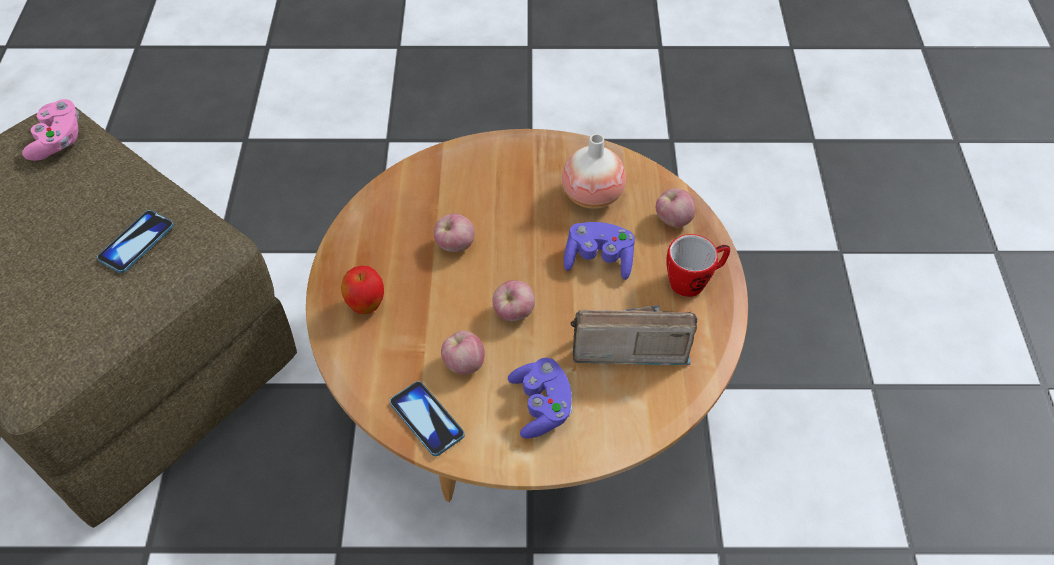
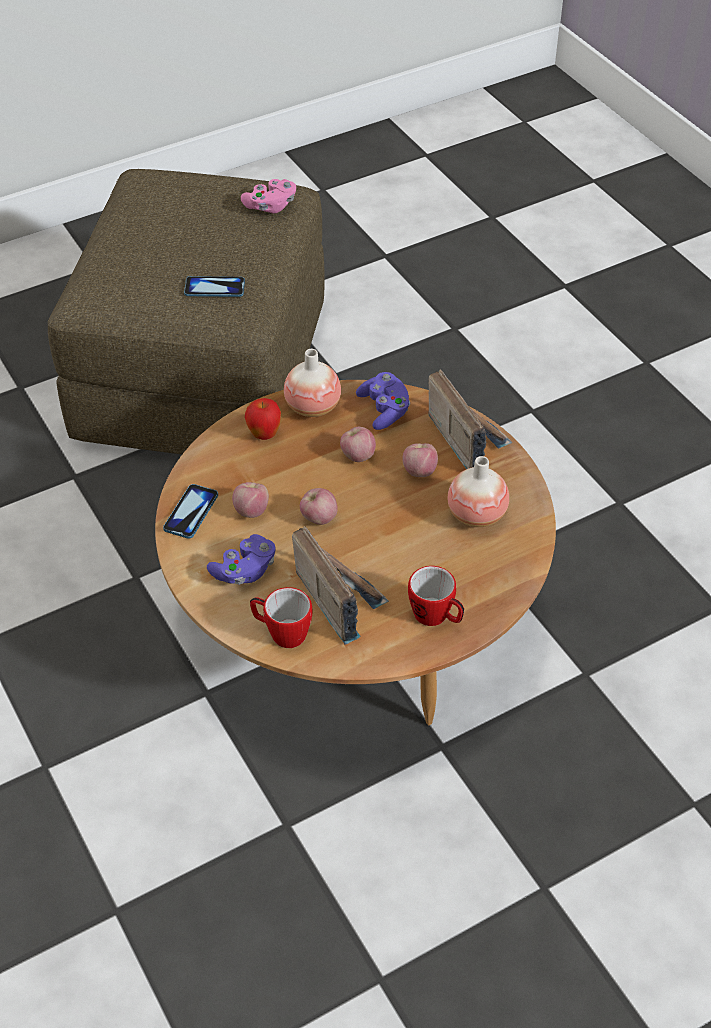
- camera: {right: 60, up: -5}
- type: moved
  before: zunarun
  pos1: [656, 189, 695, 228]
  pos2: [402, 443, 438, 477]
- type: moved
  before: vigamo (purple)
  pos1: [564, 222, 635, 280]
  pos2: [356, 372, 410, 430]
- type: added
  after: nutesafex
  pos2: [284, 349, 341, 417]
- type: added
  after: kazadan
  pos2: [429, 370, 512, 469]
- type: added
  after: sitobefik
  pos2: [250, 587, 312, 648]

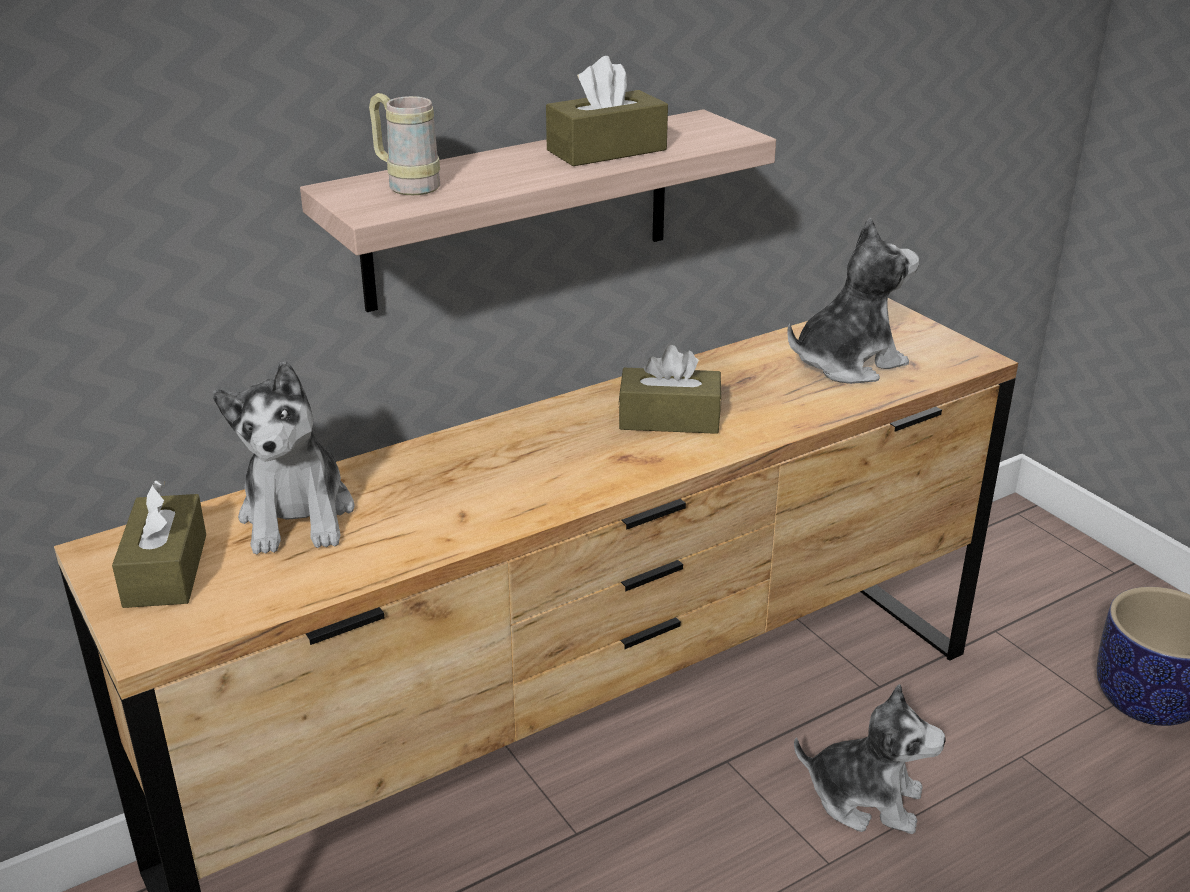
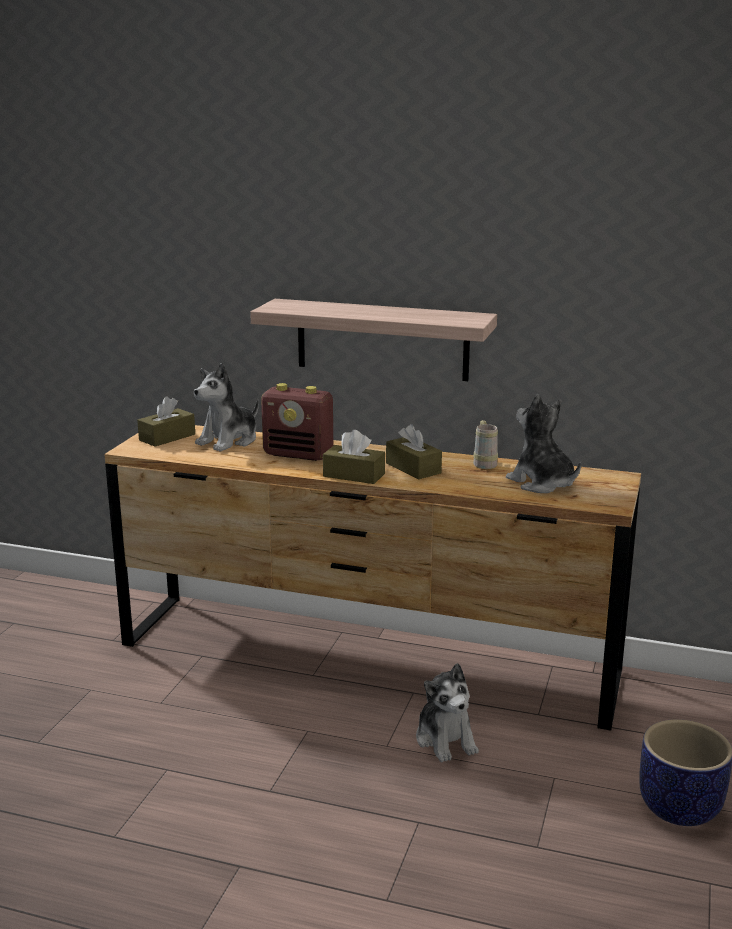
- camera: {right: 50, up: -10}
- type: moved
  before: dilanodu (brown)
  pos1: [546, 56, 668, 166]
  pos2: [323, 430, 385, 484]
- type: moved
  before: sitobefik (beige)
  pos1: [369, 93, 440, 195]
  pos2: [473, 420, 498, 469]
- type: turned
  before: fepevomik
  pos1: [787, 218, 919, 384]
  pos2: [506, 394, 581, 493]
  turn: -150
- type: added
  after: kazadan
  pos2: [261, 383, 333, 461]

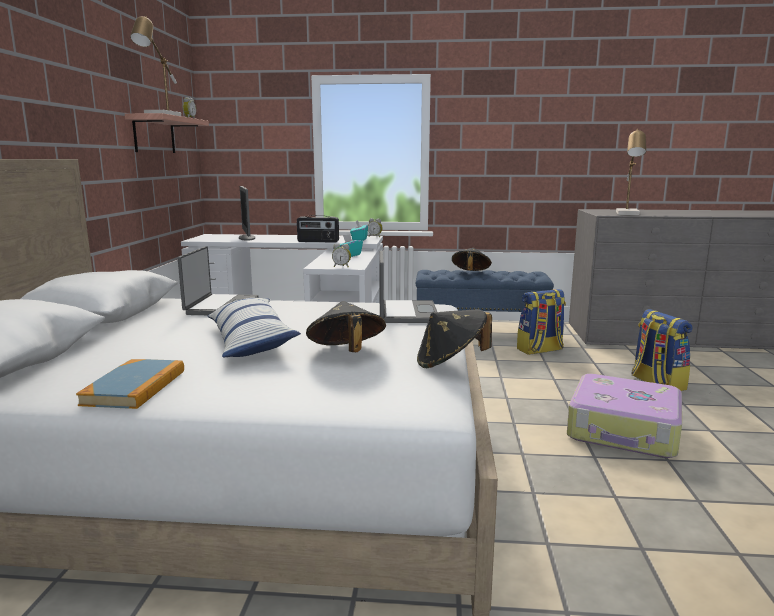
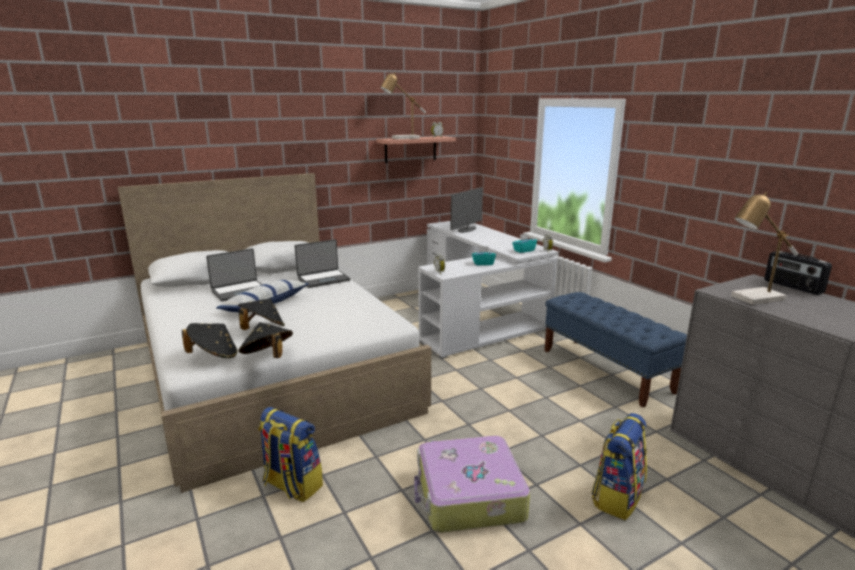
- camera: {right: 55, up: 5}
- type: moved
  before: kazadan
  pos1: [297, 215, 339, 243]
  pos2: [764, 251, 832, 295]
- type: moved
  before: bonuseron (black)
  pos1: [452, 248, 492, 271]
  pos2: [182, 323, 237, 358]
- type: moved
  before: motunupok
  pos1: [379, 250, 437, 323]
  pos2: [206, 248, 262, 302]
- type: moved
  before: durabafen
  pos1: [517, 289, 566, 355]
  pos2: [259, 407, 323, 502]
- type: removed
  before: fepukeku
  pos1: [76, 359, 184, 409]

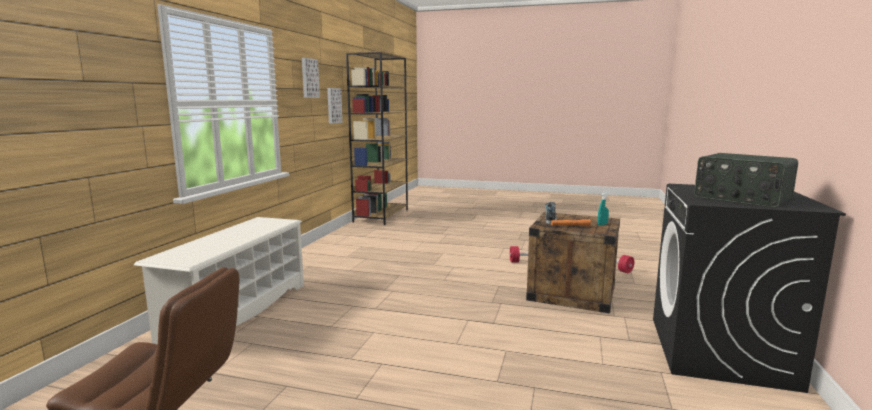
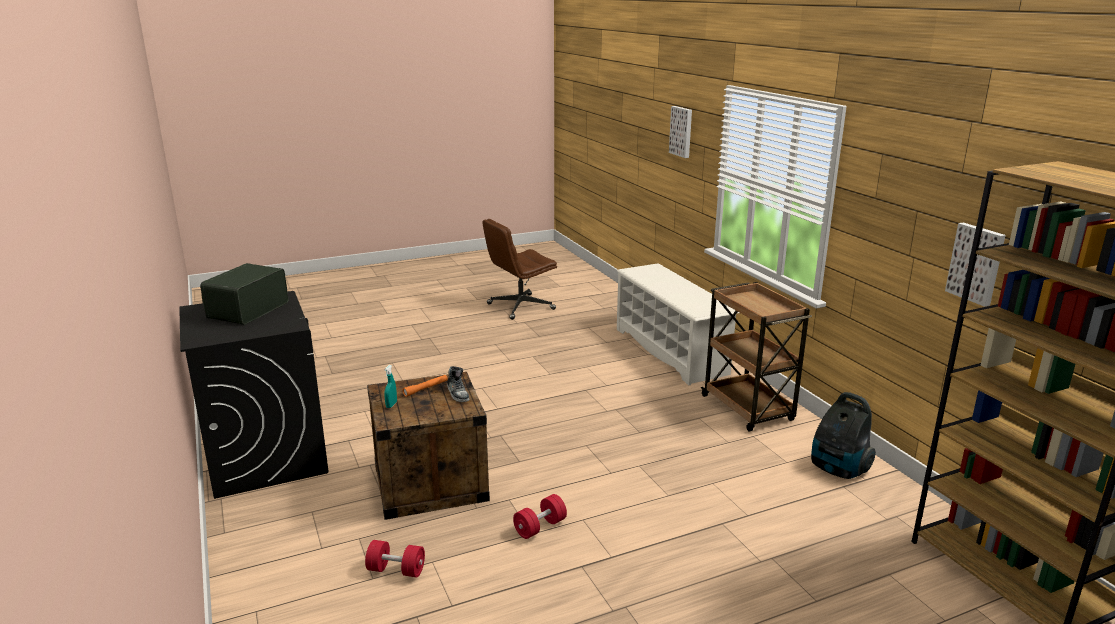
- camera: {right: 140, up: 10}
- type: moved
  before: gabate
  pos1: [302, 58, 320, 98]
  pos2: [669, 106, 692, 158]
- type: turned
  before: kazadan
  pos1: [694, 153, 798, 208]
  pos2: [200, 263, 288, 325]
  turn: -75
- type: added
  after: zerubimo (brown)
  pos2: [701, 282, 812, 432]
- type: added
  after: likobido
  pos2: [811, 392, 876, 479]

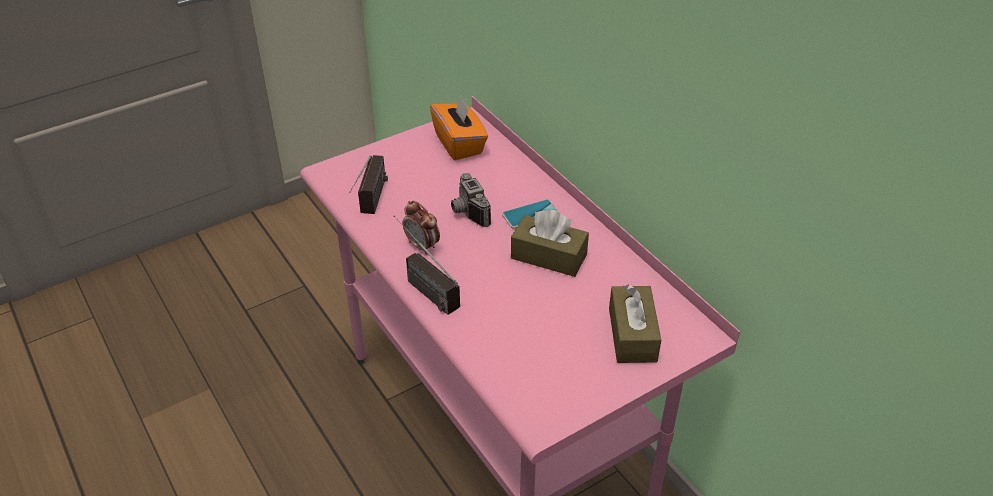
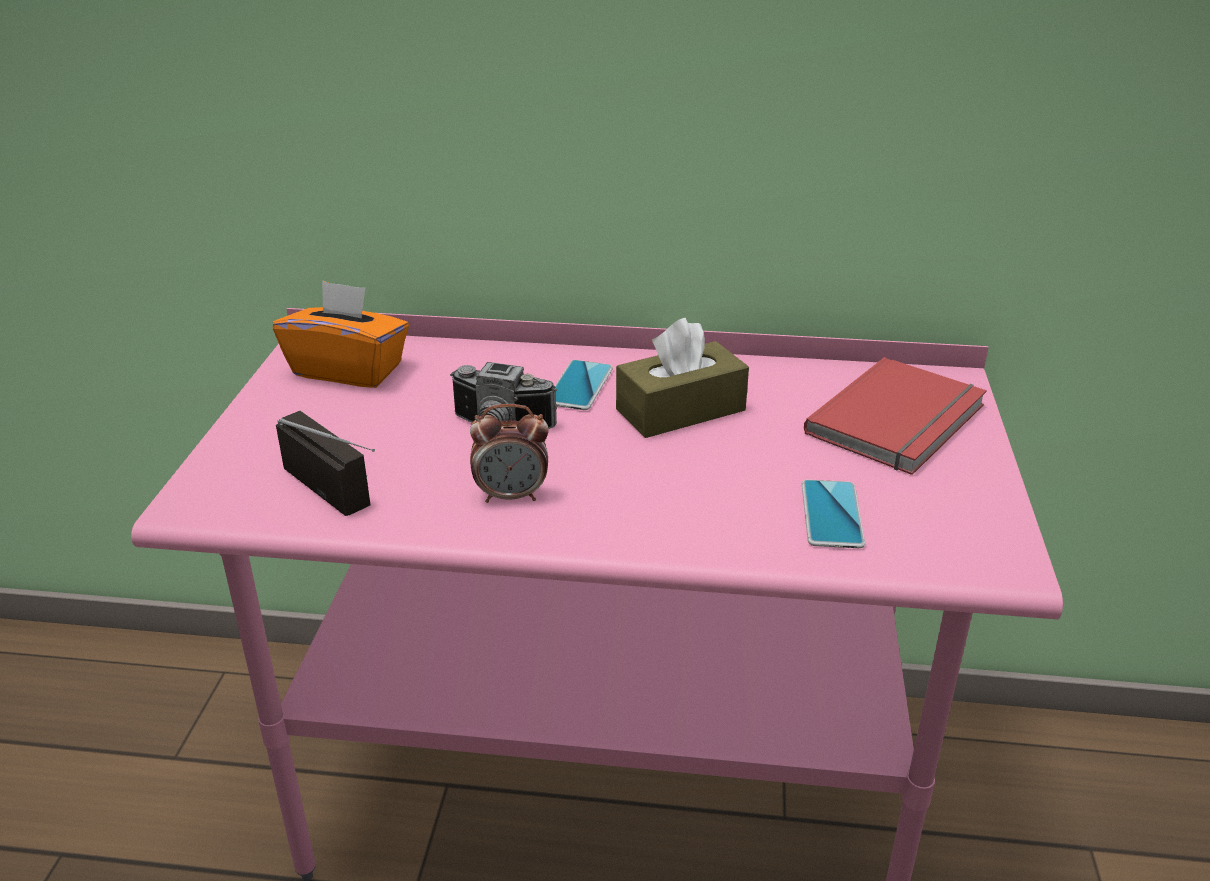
- camera: {right: -50, up: -10}
- type: removed
  before: kazadan
  pos1: [393, 215, 460, 315]
- type: replaced
  before: dilanodu (brown)
  after: fepukeku (red)
  pos1: [609, 285, 661, 363]
  pos2: [804, 357, 987, 475]
- type: added
  after: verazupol
  pos2: [802, 480, 865, 548]

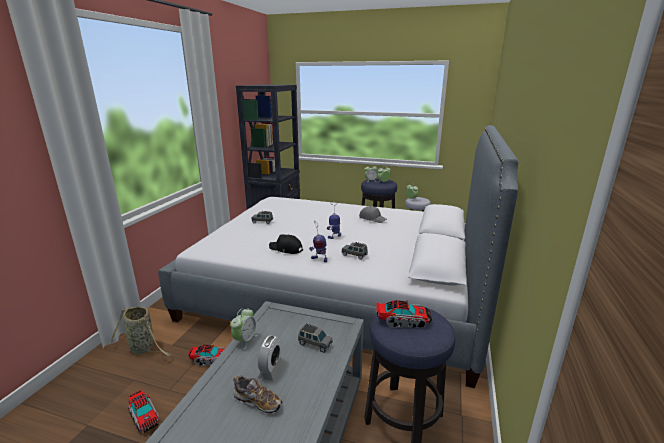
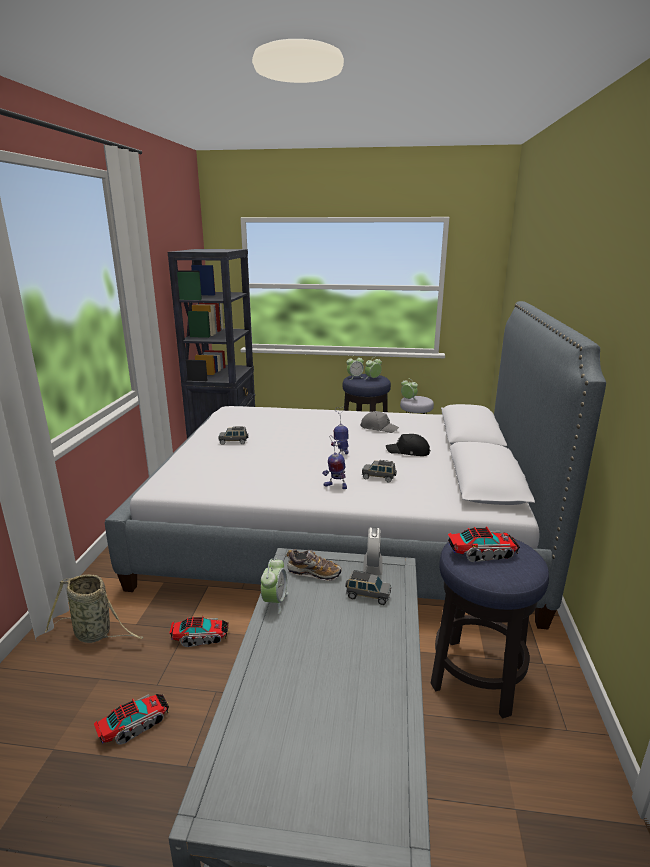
- camera: {right: -10, up: 0}
- type: moved
  before: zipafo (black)
  pos1: [269, 234, 303, 254]
  pos2: [386, 434, 430, 456]
- type: moved
  before: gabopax
  pos1: [258, 336, 284, 381]
  pos2: [363, 527, 383, 575]
- type: moved
  before: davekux
  pos1: [233, 375, 282, 414]
  pos2: [287, 549, 342, 581]
- type: turned
  before: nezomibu
  pos1: [128, 390, 159, 433]
  pos2: [94, 694, 169, 745]
  turn: -75

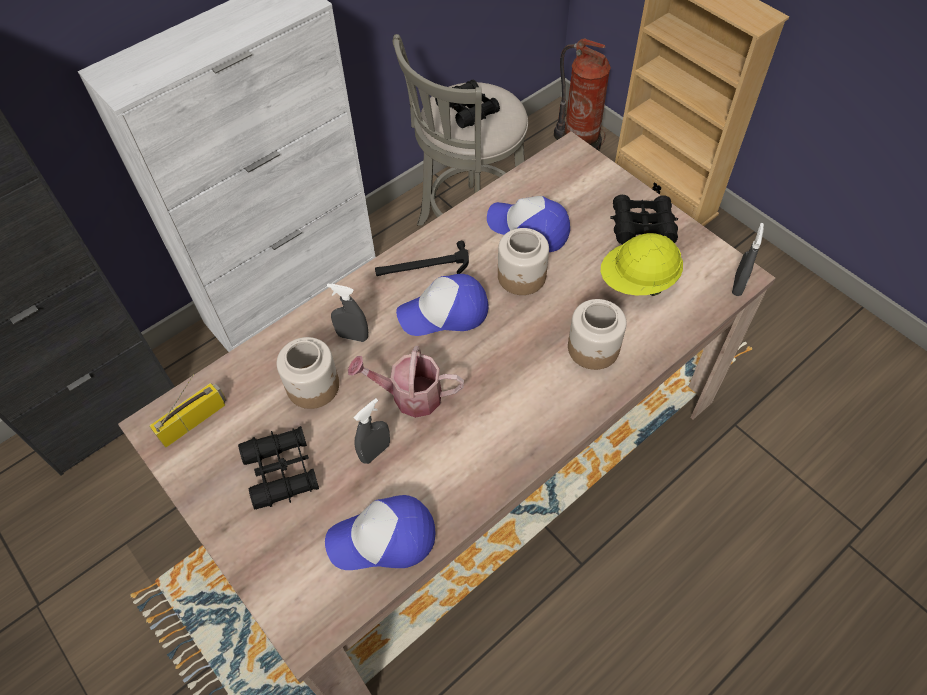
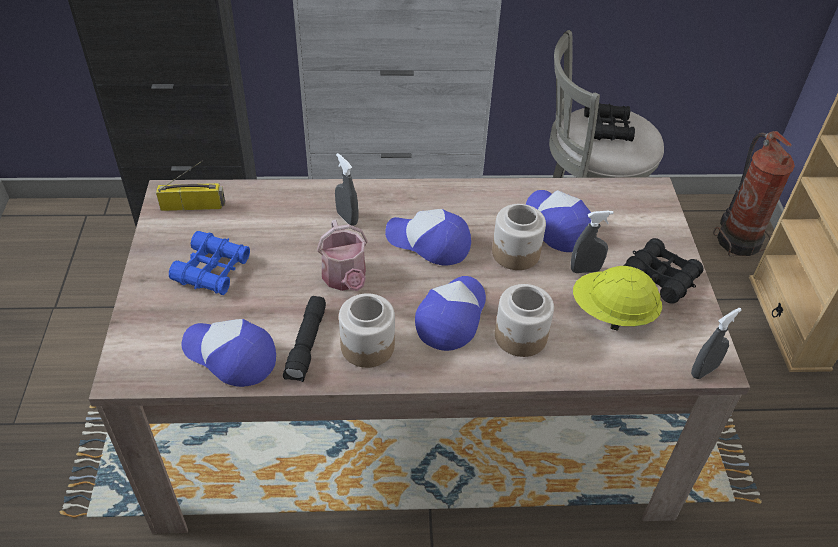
- camera: {right: 35, up: -10}
- type: removed
  before: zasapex
  pos1: [375, 241, 469, 276]
- type: moved
  before: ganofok
  pos1: [277, 337, 339, 409]
  pos2: [339, 293, 395, 368]
- type: turned
  before: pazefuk
  pos1: [348, 346, 464, 418]
  pos2: [317, 219, 367, 291]
  turn: -150
- type: moved
  before: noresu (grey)
  pos1: [354, 398, 390, 464]
  pos2: [571, 210, 614, 273]
- type: recoloured
  before: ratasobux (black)
  after: ratasobux (blue)
  pos1: [238, 426, 319, 509]
  pos2: [169, 231, 250, 295]
- type: added
  after: zipafo
  pos2: [415, 276, 486, 351]
- type: added
  after: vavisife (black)
  pos2: [283, 296, 326, 382]

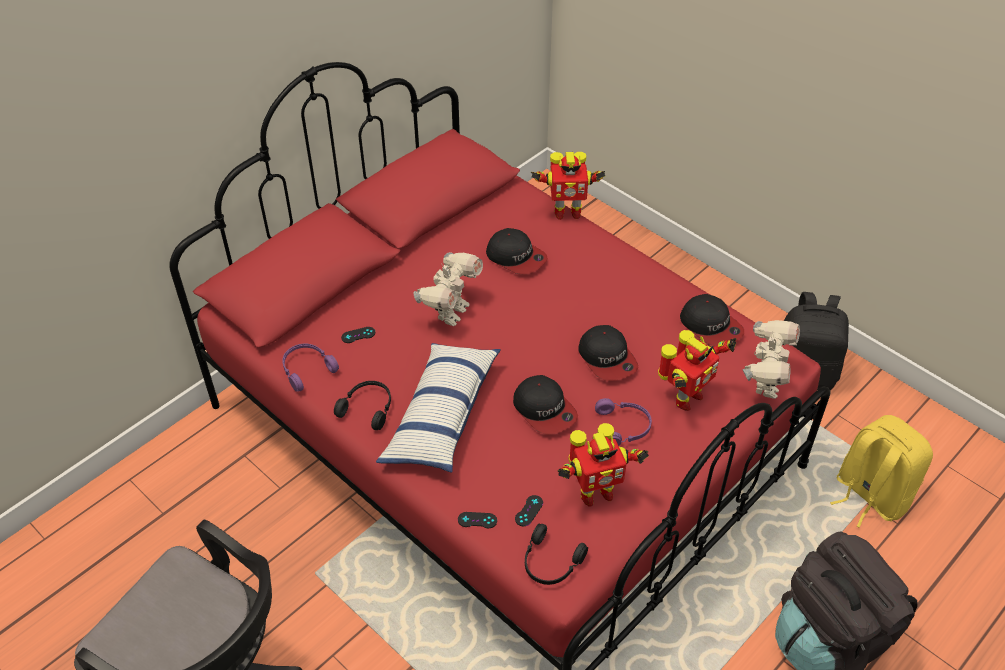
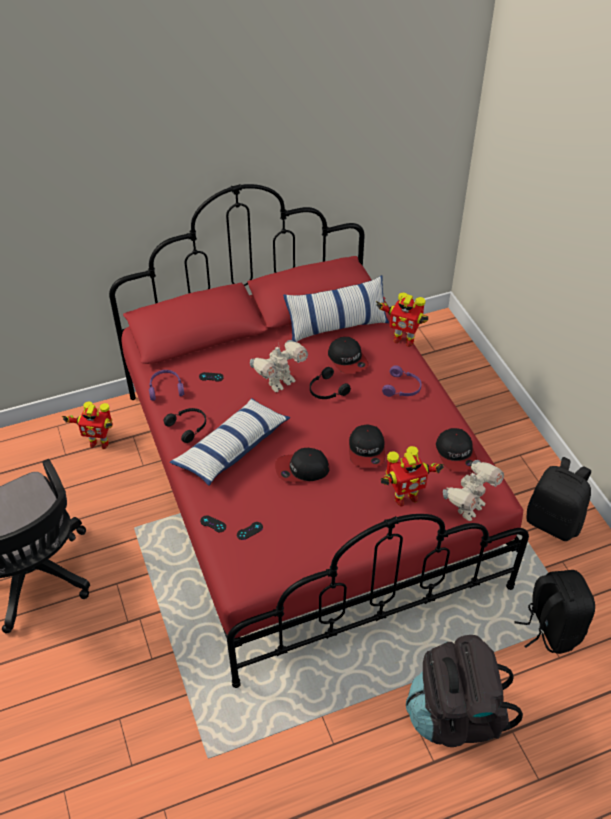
- camera: {right: 25, up: 0}
- type: turned
  before: zipafo
  pos1: [513, 375, 578, 435]
  pos2: [275, 448, 329, 482]
  turn: 90
- type: moved
  before: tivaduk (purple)
  pos1: [595, 398, 652, 446]
  pos2: [382, 365, 422, 397]
- type: recoloured
  before: durabafen (yellow)
  after: durabafen (black)
  pos1: [830, 415, 933, 528]
  pos2: [514, 570, 595, 654]
- type: moved
  before: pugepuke
  pos1: [558, 423, 649, 507]
  pos2: [62, 401, 113, 449]
- type: moved
  before: tivaduk (black)
  pos1: [525, 524, 588, 585]
  pos2: [310, 367, 351, 399]
- type: added
  after: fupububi
  pos2: [283, 275, 389, 342]

